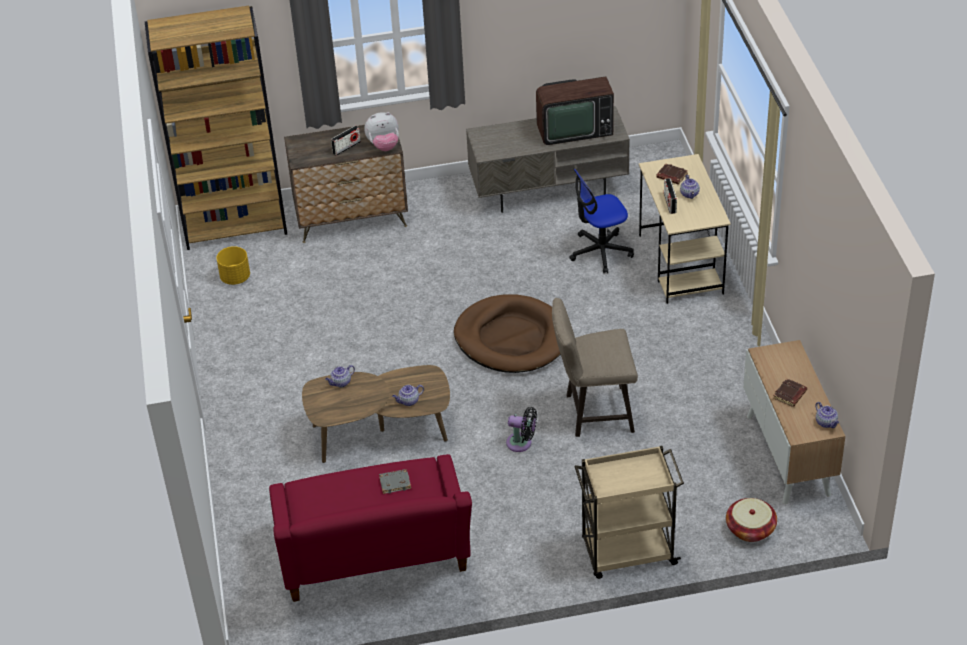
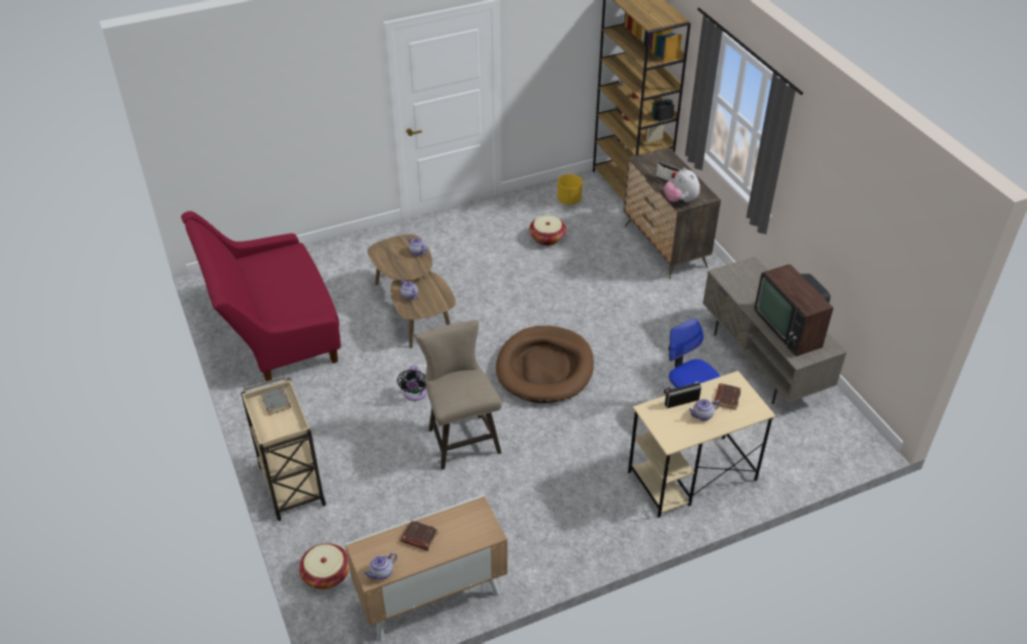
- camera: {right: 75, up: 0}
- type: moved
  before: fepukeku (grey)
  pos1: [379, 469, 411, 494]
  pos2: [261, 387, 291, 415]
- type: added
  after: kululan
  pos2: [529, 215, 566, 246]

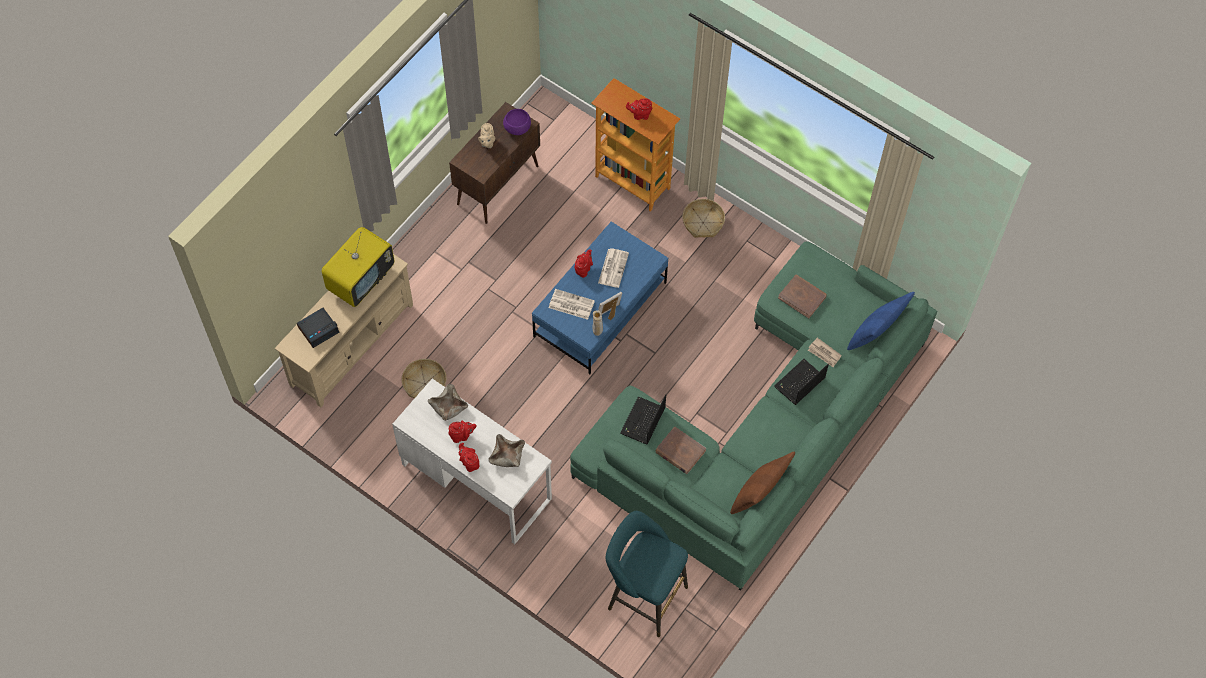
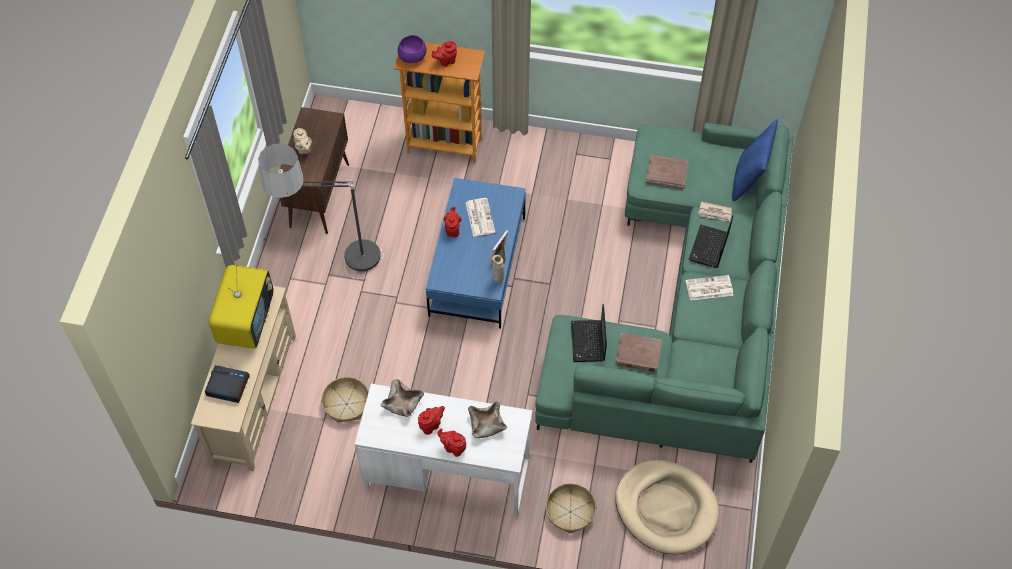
- camera: {right: -25, up: -5}
- type: moved
  before: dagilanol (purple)
  pos1: [503, 109, 531, 135]
  pos2: [398, 35, 426, 63]
- type: moved
  before: kululan
  pos1: [682, 199, 725, 238]
  pos2: [546, 483, 596, 533]
- type: moved
  before: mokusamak
  pos1: [549, 289, 595, 320]
  pos2: [686, 275, 733, 300]
- type: turned
  before: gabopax
  pos1: [297, 308, 339, 348]
  pos2: [205, 365, 250, 403]
  turn: -105
- type: removed
  before: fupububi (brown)
  pos1: [730, 452, 795, 514]
- type: replaced
  before: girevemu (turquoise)
  after: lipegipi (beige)
  pos1: [606, 511, 688, 637]
  pos2: [615, 460, 720, 555]
- type: added
  after: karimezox
  pos2: [258, 143, 384, 279]

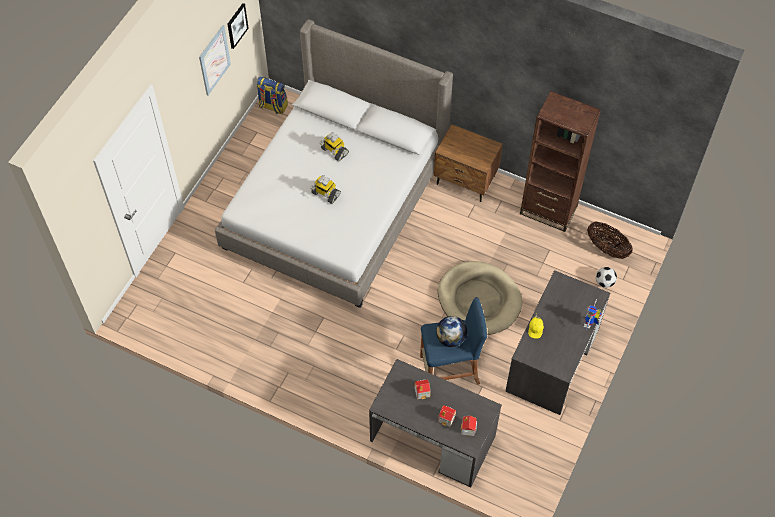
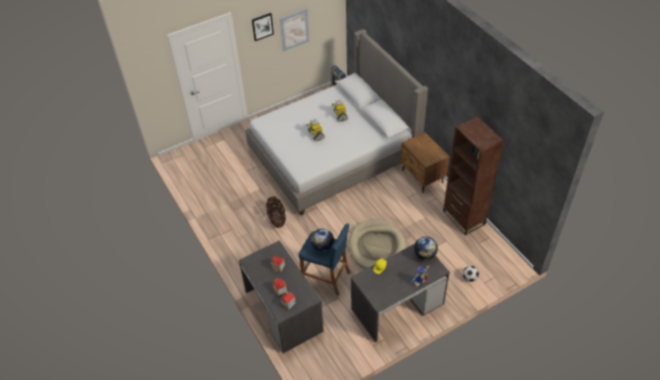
- camera: {right: 35, up: -10}
- type: moved
  before: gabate
  pos1: [227, 3, 249, 49]
  pos2: [252, 13, 274, 41]
- type: moved
  before: kululan
  pos1: [587, 221, 633, 259]
  pos2: [266, 197, 286, 228]
- type: added
  after: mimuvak
  pos2: [414, 236, 438, 260]

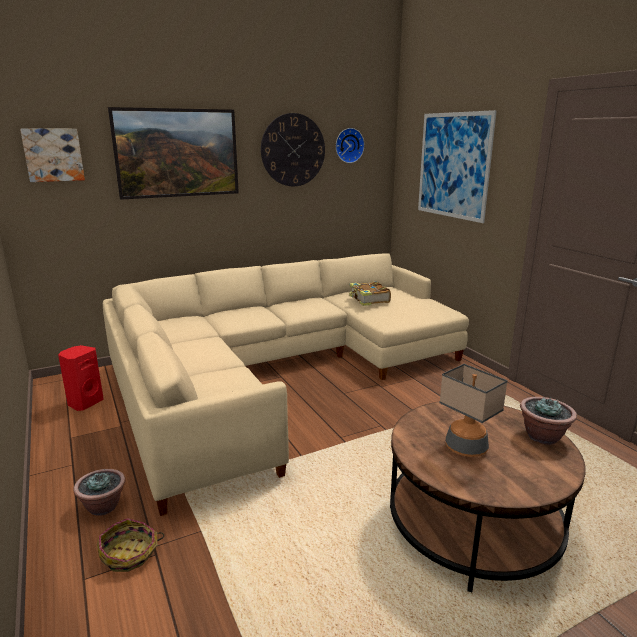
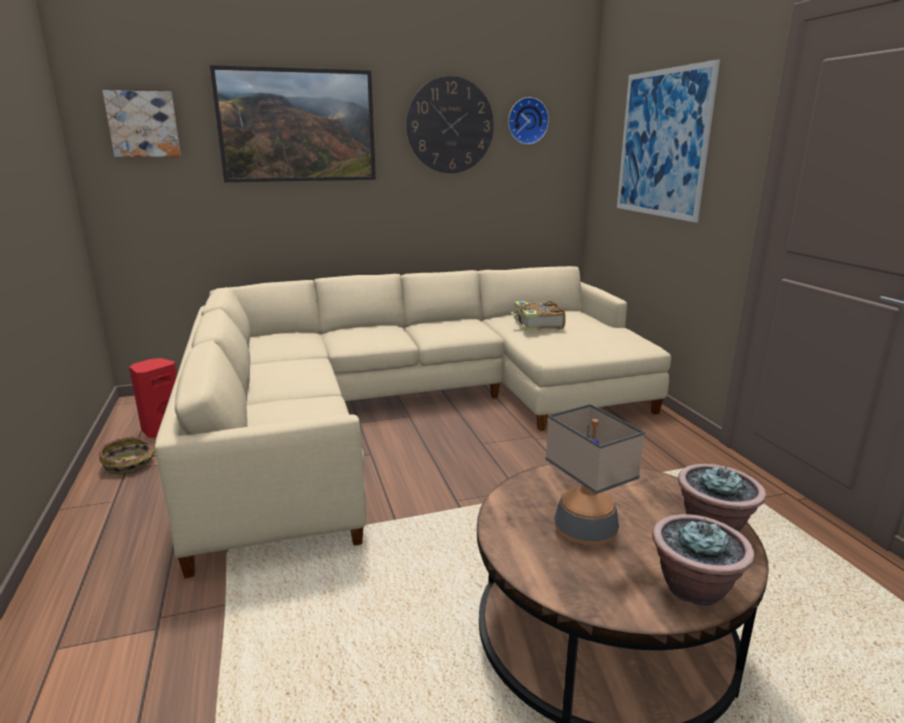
- camera: {right: 10, up: 0}
- type: moved
  before: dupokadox
  pos1: [73, 469, 126, 516]
  pos2: [652, 514, 754, 606]
- type: moved
  before: kululan
  pos1: [97, 518, 164, 572]
  pos2: [99, 436, 156, 475]

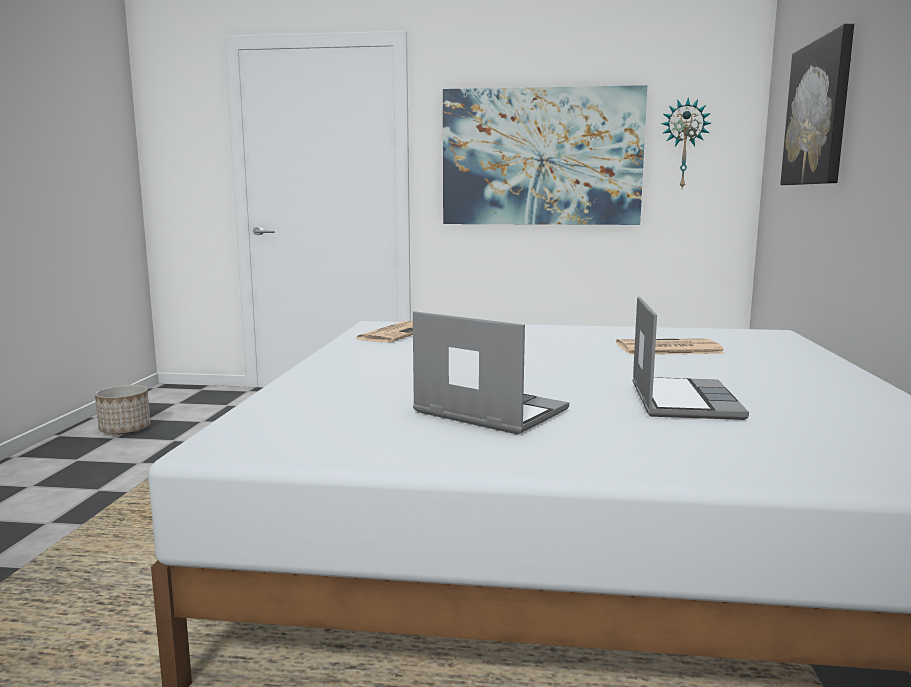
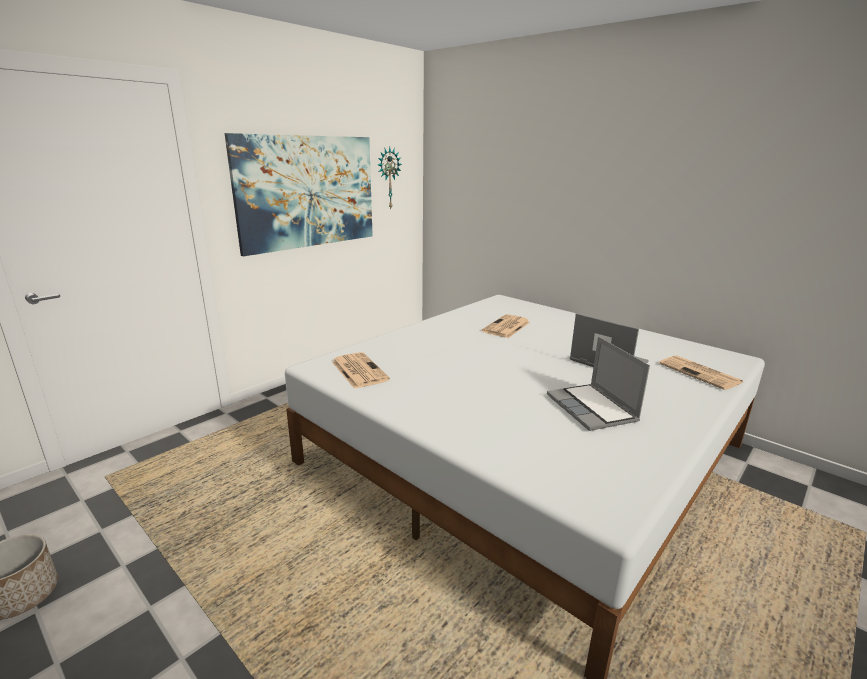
- camera: {right: -55, up: 10}
- type: removed
  before: gabate
  pos1: [780, 24, 854, 185]
- type: turned
  before: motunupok
  pos1: [413, 311, 569, 435]
  pos2: [547, 337, 650, 431]
  turn: -90
- type: added
  after: mokusamak
  pos2: [659, 355, 743, 390]

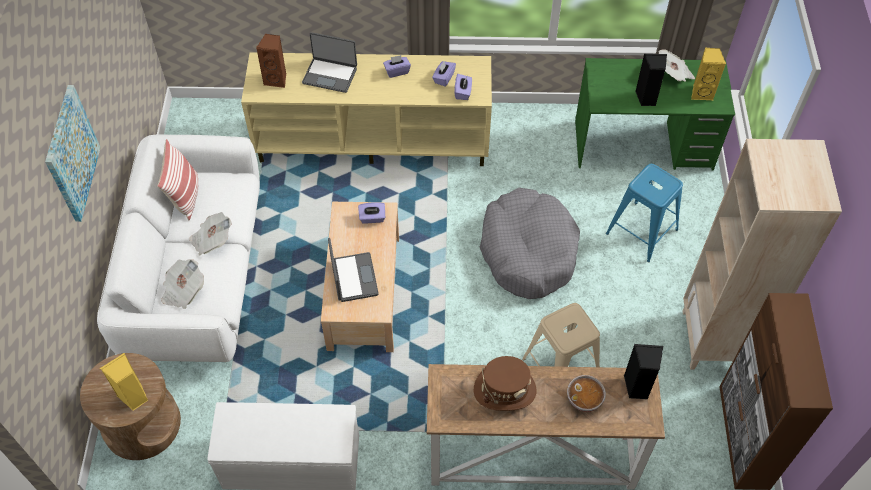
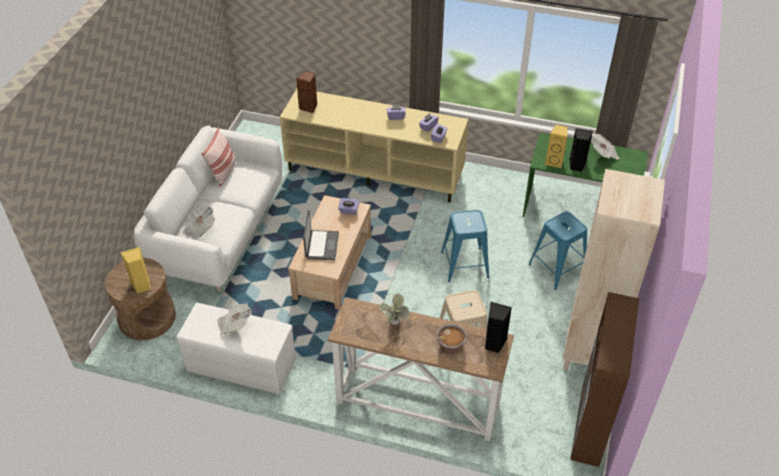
- camera: {right: 15, up: -10}
- type: removed
  before: motunupok
  pos1: [302, 32, 357, 93]
- type: moved
  before: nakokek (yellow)
  pos1: [691, 48, 726, 100]
  pos2: [545, 124, 568, 168]
- type: removed
  before: gabate
  pos1: [45, 85, 101, 222]
- type: replaced
  before: lipegipi (grey)
  after: girevemu (blue)
  pos1: [480, 188, 580, 299]
  pos2: [441, 210, 489, 282]
- type: moved
  before: mokusamak
  pos1: [189, 212, 232, 256]
  pos2: [217, 303, 252, 335]
- type: replaced
  before: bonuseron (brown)
  after: dupokadox
  pos1: [474, 356, 536, 411]
  pos2: [379, 294, 409, 325]

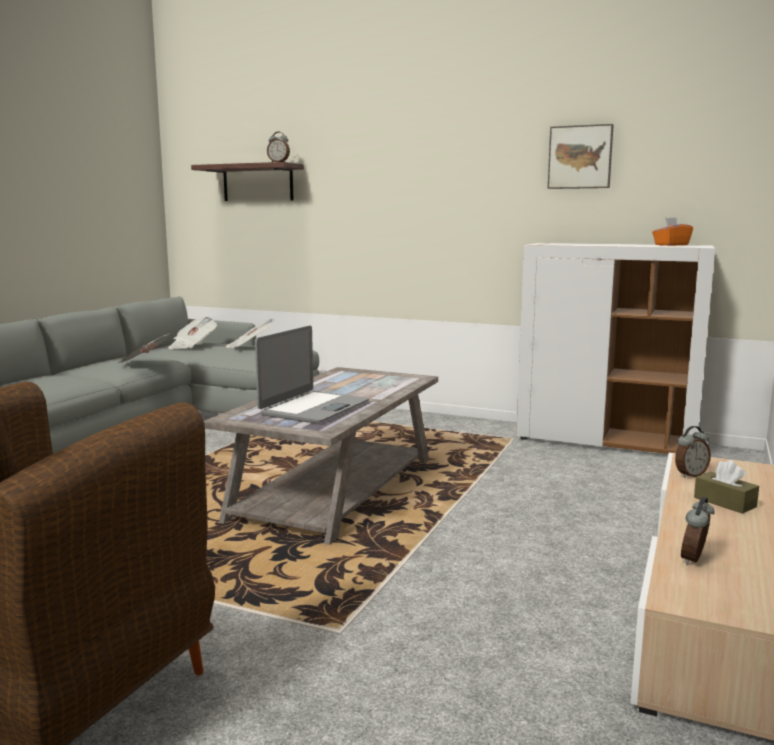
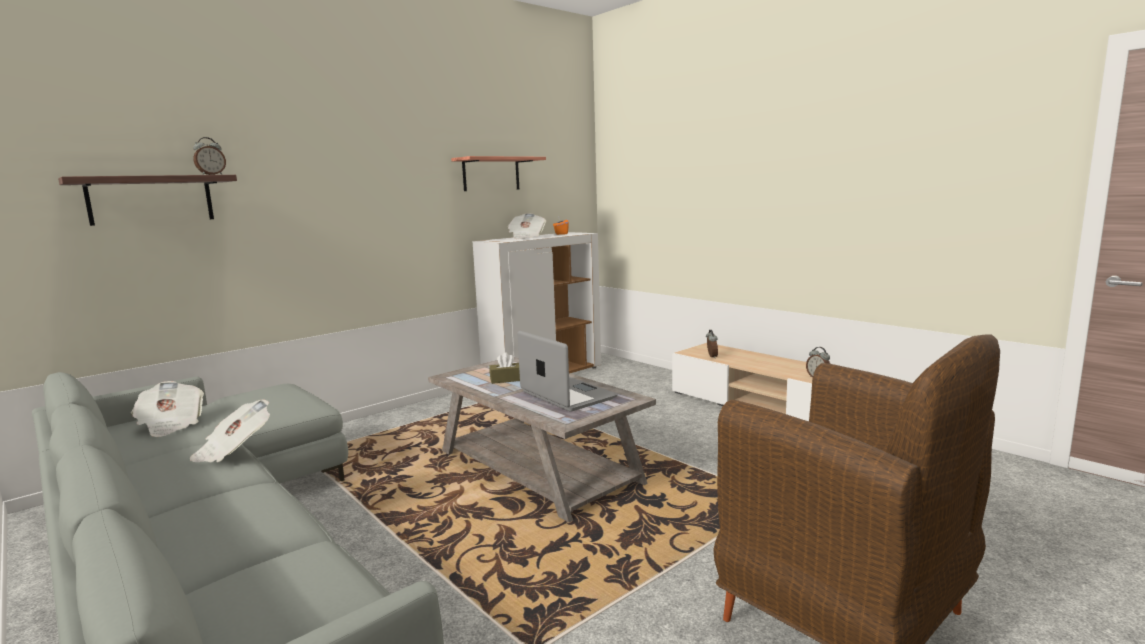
- camera: {right: -65, up: 0}
- type: replaced
  before: gabate
  after: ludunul
  pos1: [548, 124, 614, 189]
  pos2: [451, 156, 546, 191]
- type: moved
  before: mokusamak
  pos1: [226, 319, 275, 348]
  pos2: [507, 213, 547, 239]
- type: moved
  before: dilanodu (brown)
  pos1: [694, 460, 759, 514]
  pos2: [489, 353, 520, 384]

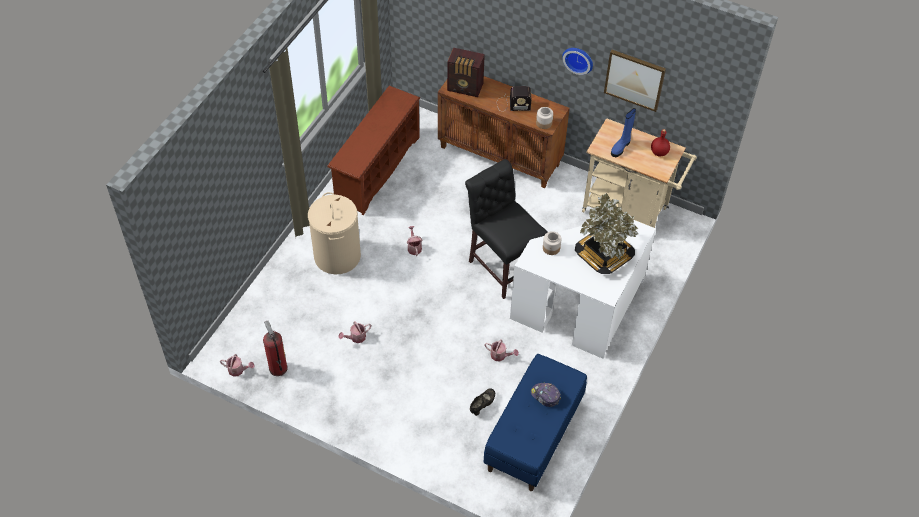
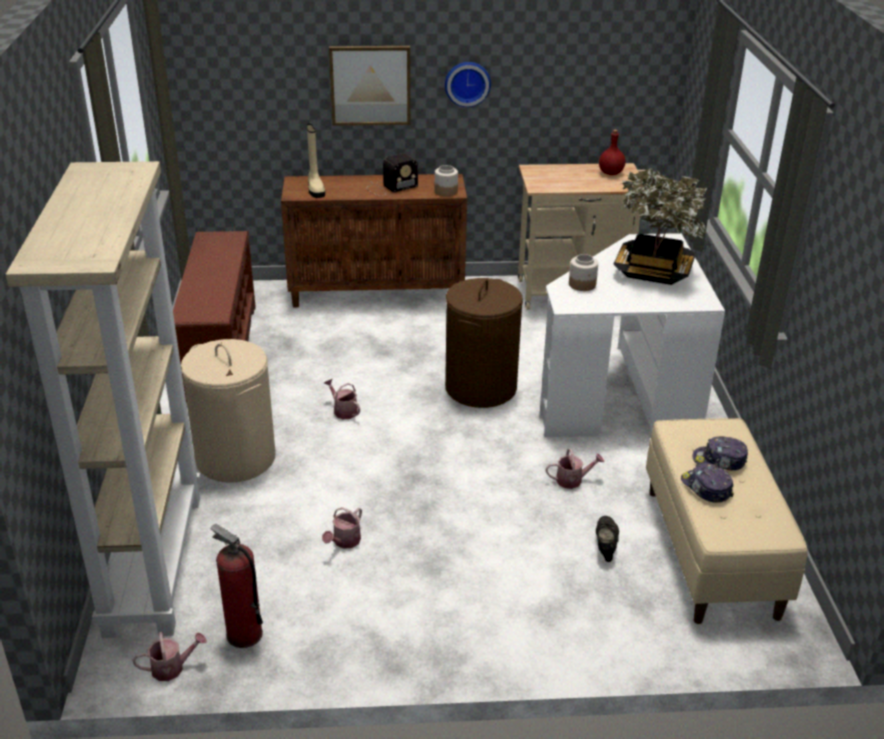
- camera: {right: -30, up: -20}
- type: replaced
  before: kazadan
  after: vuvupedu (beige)
  pos1: [447, 48, 485, 97]
  pos2: [307, 124, 325, 198]
- type: moved
  before: gabate
  pos1: [604, 50, 666, 112]
  pos2: [329, 46, 410, 126]
- type: removed
  before: vuvupedu (blue)
  pos1: [611, 108, 636, 157]
- type: replaced
  before: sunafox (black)
  after: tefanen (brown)
  pos1: [465, 159, 548, 299]
  pos2: [445, 278, 523, 408]
- type: recoloured
  before: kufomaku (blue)
  after: kufomaku (beige)
  pos1: [484, 354, 587, 491]
  pos2: [646, 418, 808, 624]
- type: added
  after: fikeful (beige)
  pos2: [5, 161, 201, 638]
- type: added
  after: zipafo
  pos2: [681, 463, 734, 503]

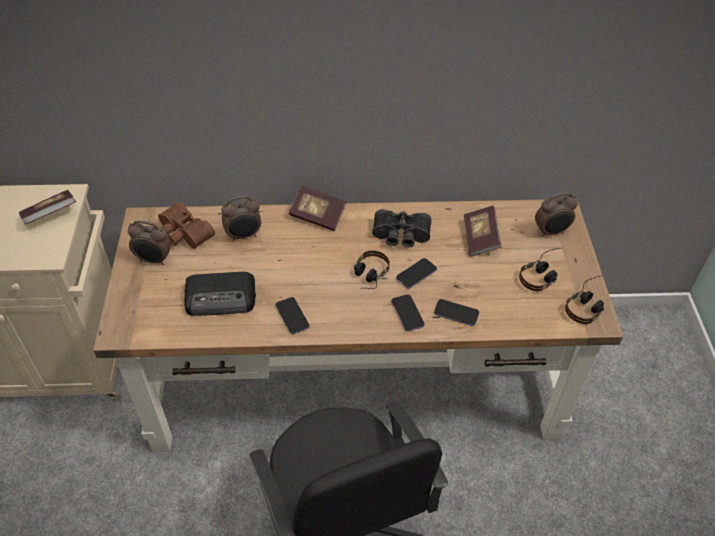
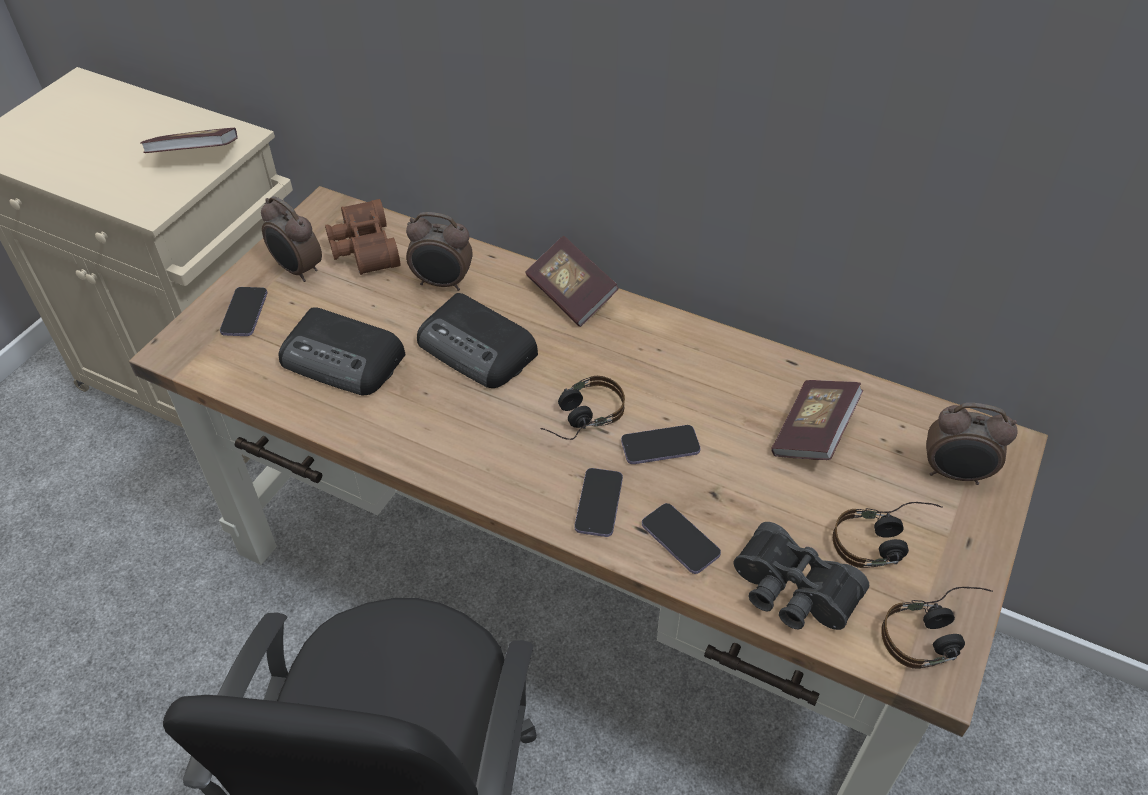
- camera: {right: 30, up: 0}
- type: moved
  before: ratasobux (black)
  pos1: [372, 209, 431, 248]
  pos2: [734, 522, 869, 630]
- type: moved
  before: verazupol
  pos1: [276, 297, 310, 334]
  pos2: [220, 287, 267, 336]
- type: added
  after: kazadan
  pos2: [417, 293, 538, 388]

